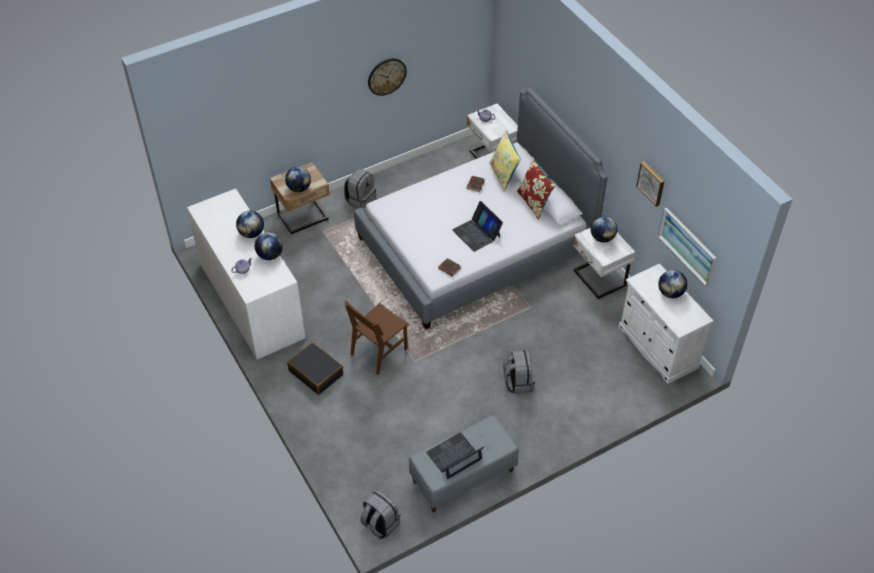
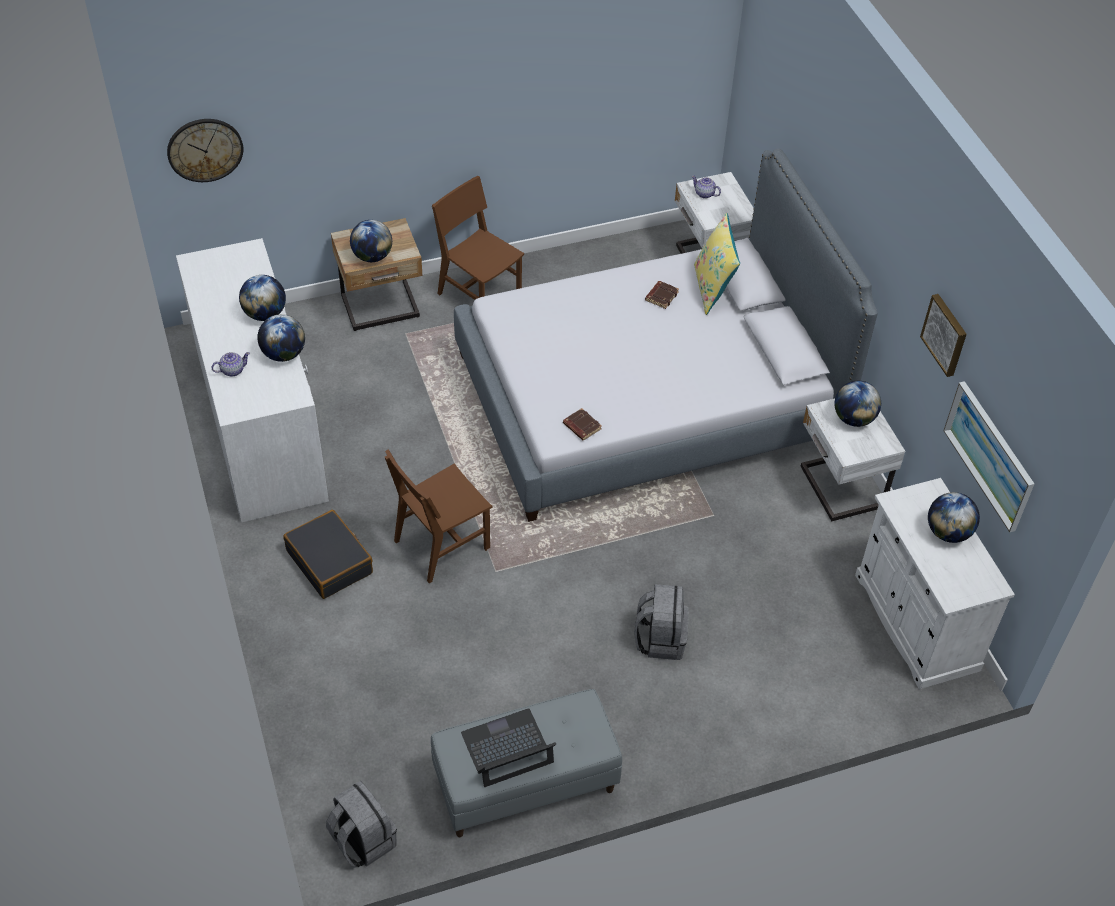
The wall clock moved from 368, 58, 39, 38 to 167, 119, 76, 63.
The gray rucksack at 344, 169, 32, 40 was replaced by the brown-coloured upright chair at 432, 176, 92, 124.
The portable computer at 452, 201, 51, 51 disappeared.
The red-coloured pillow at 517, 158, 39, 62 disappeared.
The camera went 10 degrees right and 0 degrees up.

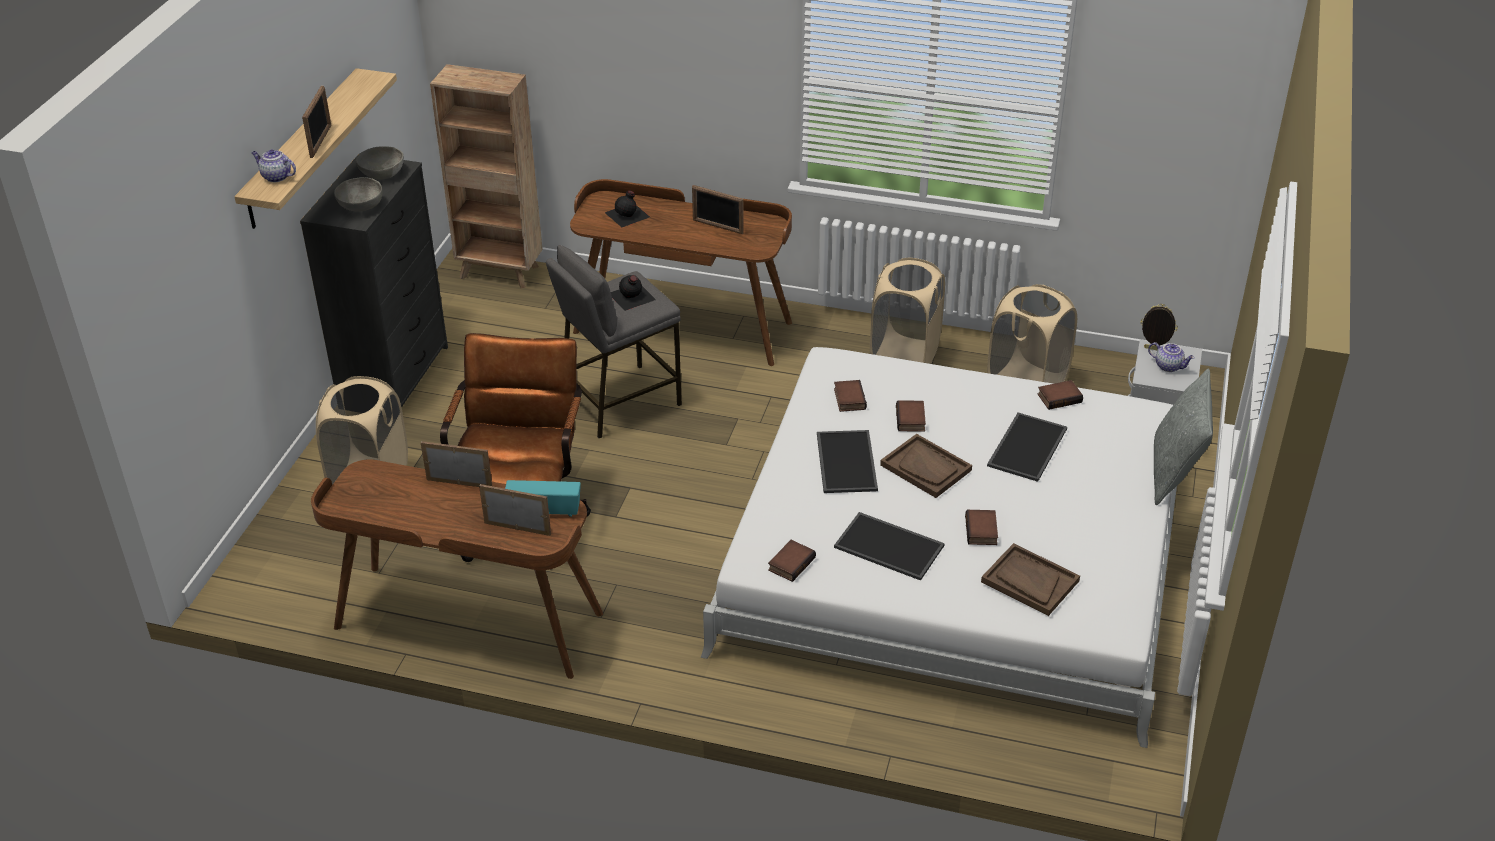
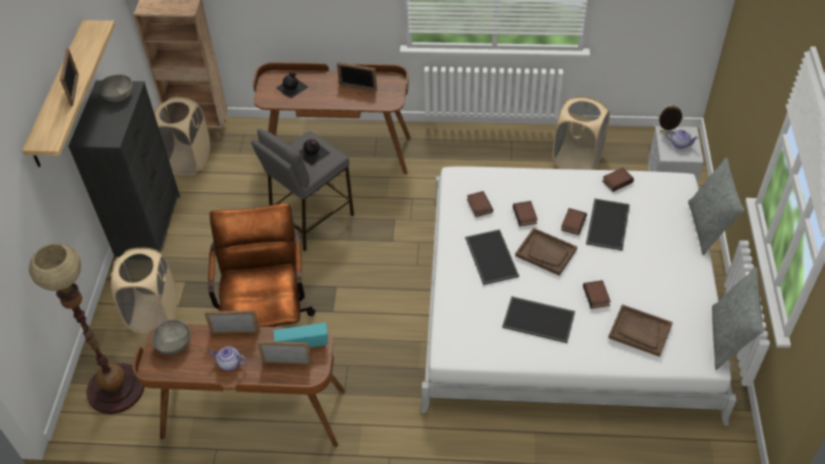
The standard lamp at 29, 243, 115, 171 appeared.
The gray serving bowl moved from 334, 177, 48, 35 to 152, 320, 39, 35.
The beige-coloured washing basket moved from 870, 258, 75, 106 to 154, 97, 56, 79.
The pot for tea moved from 251, 149, 45, 33 to 208, 346, 39, 25.
The bound book moved from 768, 540, 48, 42 to 561, 208, 26, 27.
The gray pillow at 712, 267, 52, 103 appeared.
The camera went 10 degrees left and 10 degrees up.

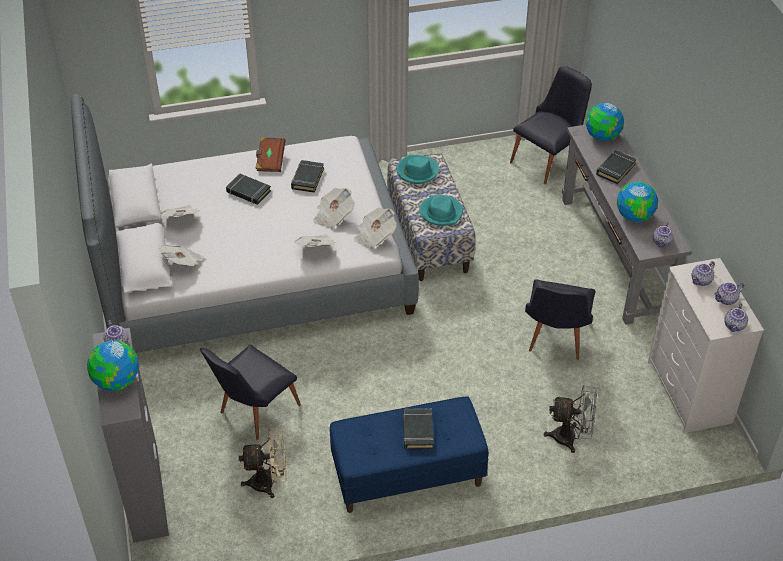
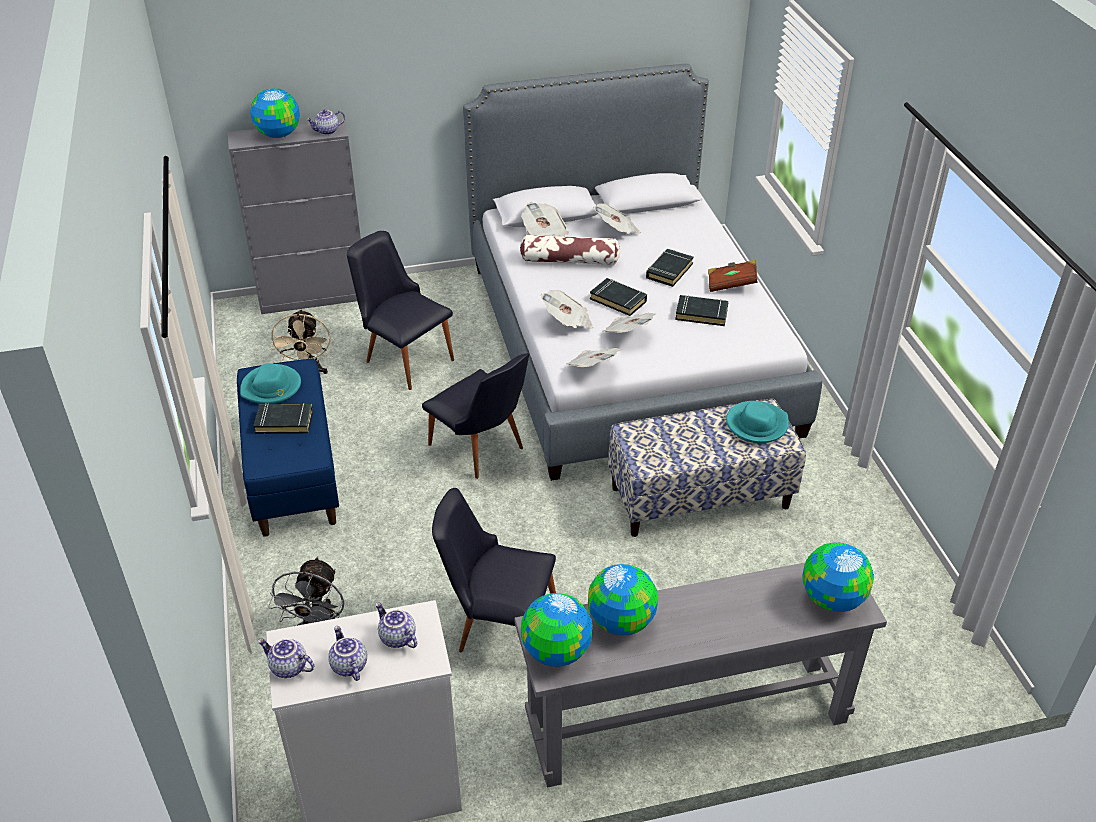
The turquoise-coloured hat moved from 419, 195, 44, 31 to 240, 363, 61, 41.
The blackish upright chair moved from 510, 66, 82, 118 to 422, 353, 107, 126.
The pillow at 520, 235, 100, 30 appeared.
The pot for tea at 653, 222, 21, 25 was replaced by the world globe at 521, 593, 71, 74.
The blackish bound book moved from 596, 150, 41, 34 to 590, 278, 57, 38.
The camera went 90 degrees right and 5 degrees down.

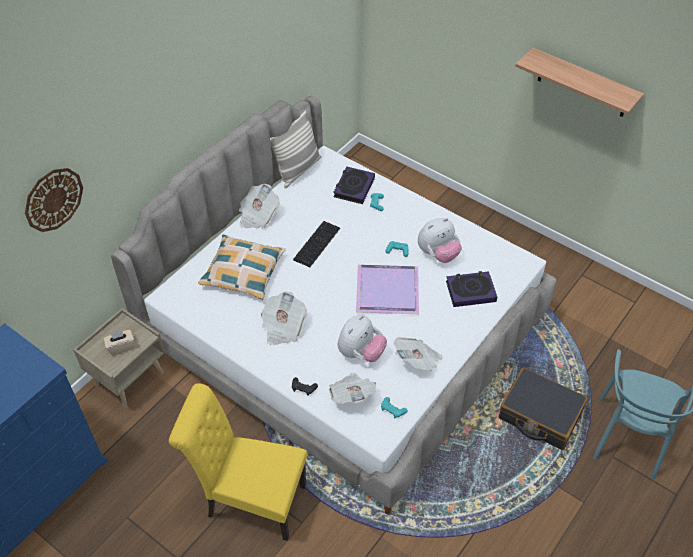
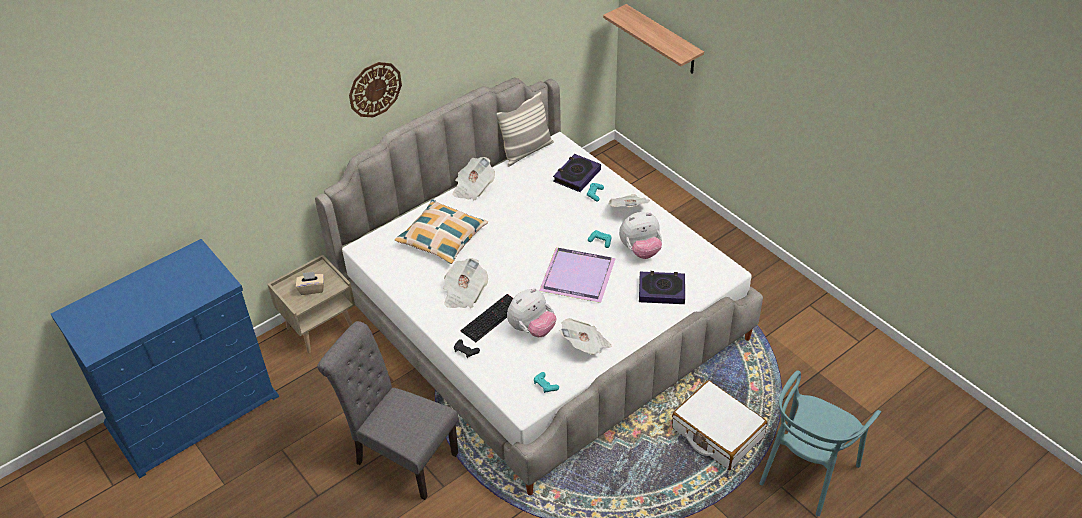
The yellow upright chair at 169, 383, 139, 158 became the gray upright chair at 317, 321, 141, 179.
The wall clock moved from 25, 168, 58, 64 to 349, 62, 53, 55.
The keyboard moved from 293, 221, 47, 46 to 461, 294, 52, 48.
The shelf moved from 515, 48, 129, 69 to 603, 4, 101, 70.
The newspaper moved from 329, 373, 47, 31 to 609, 194, 41, 13.
The blackish piece of luggage at 499, 367, 89, 83 became the white piece of luggage at 672, 380, 95, 90.
The camera went 15 degrees right and 5 degrees down.

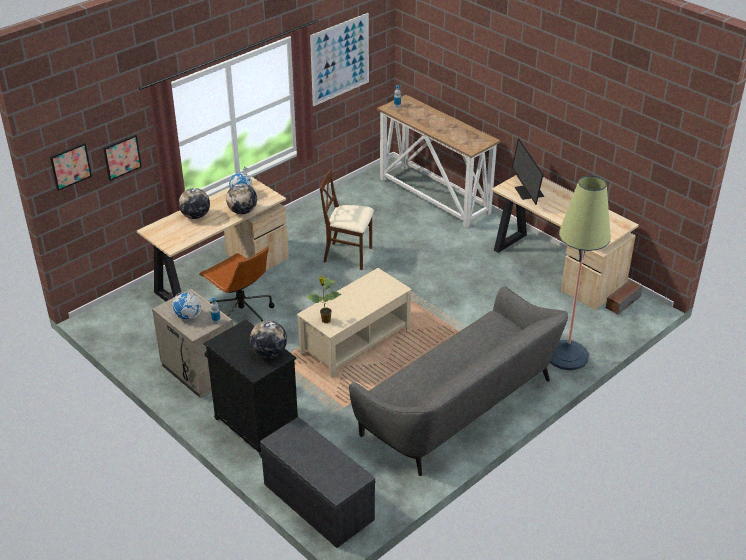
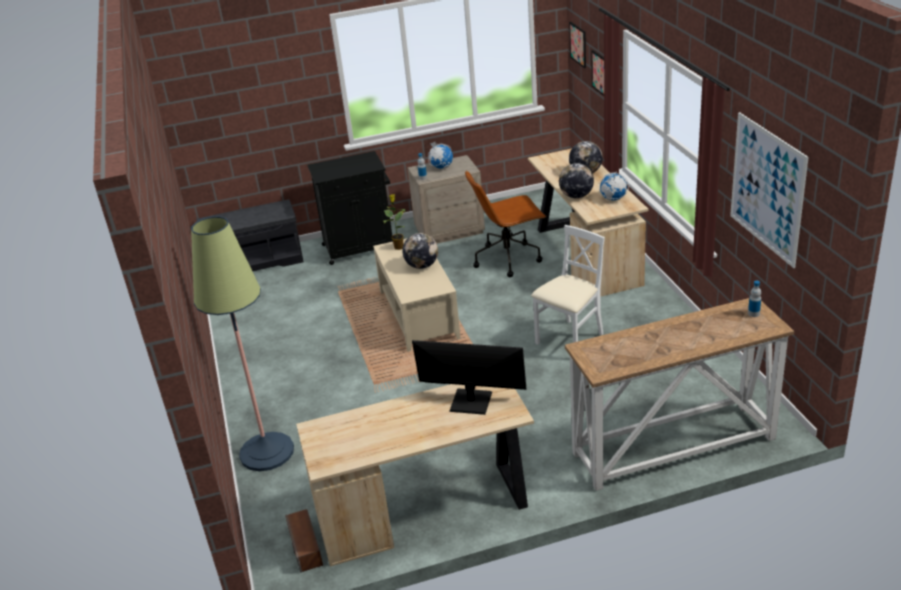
The world globe moved from 250, 320, 37, 38 to 402, 233, 36, 36.
The brown-coloured upright chair at 320, 169, 54, 101 became the white upright chair at 531, 225, 74, 120.
The gray couch at 349, 286, 219, 190 disappeared.
The camera went 120 degrees right and 5 degrees down.

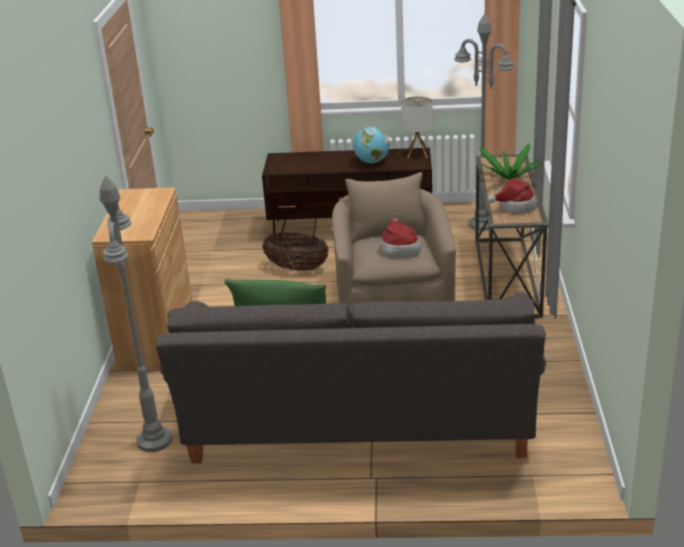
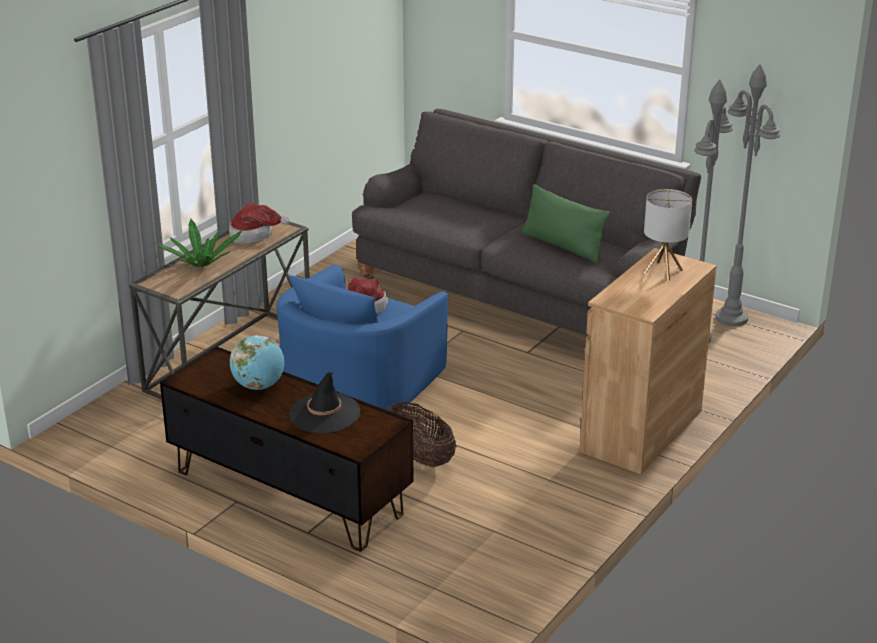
The beige-coloured armchair at 332, 172, 124, 133 became the blue armchair at 277, 264, 171, 148.
The blackish hat at 289, 372, 71, 62 appeared.
The tabletop lamp moved from 401, 96, 32, 62 to 643, 189, 49, 92.
The gray standard lamp moved from 454, 13, 61, 218 to 716, 64, 64, 263.
The camera went 150 degrees left and 0 degrees up.

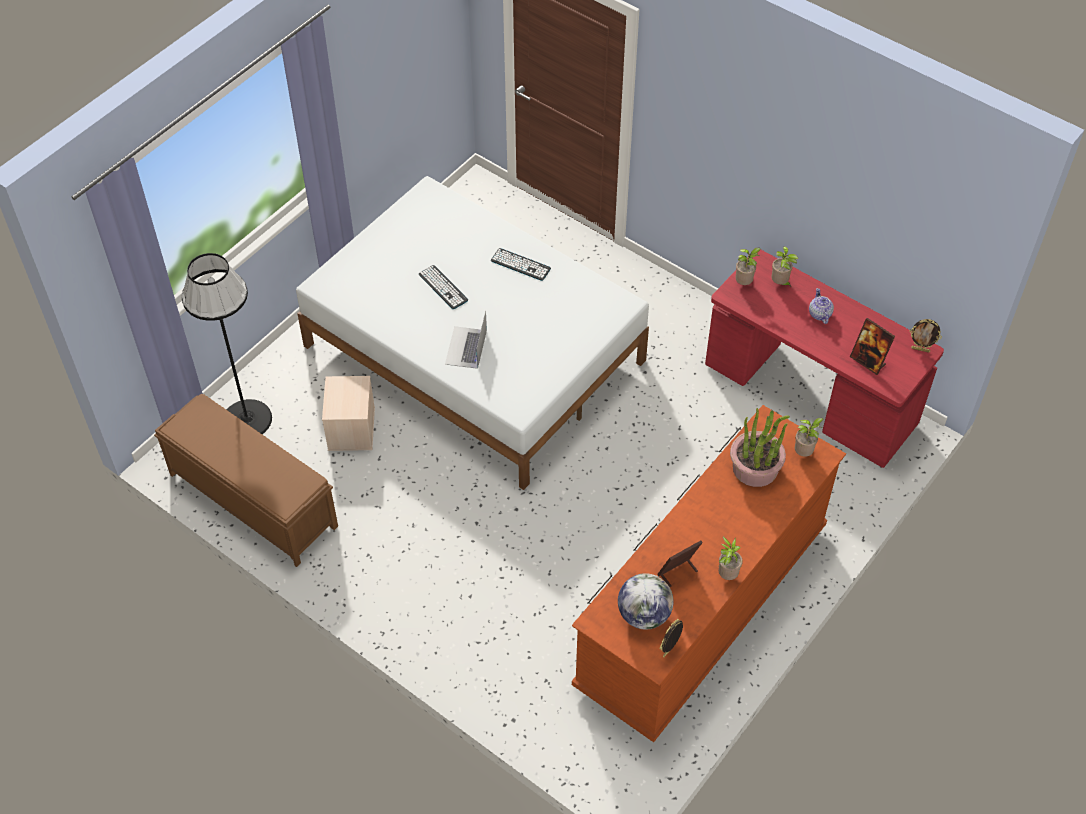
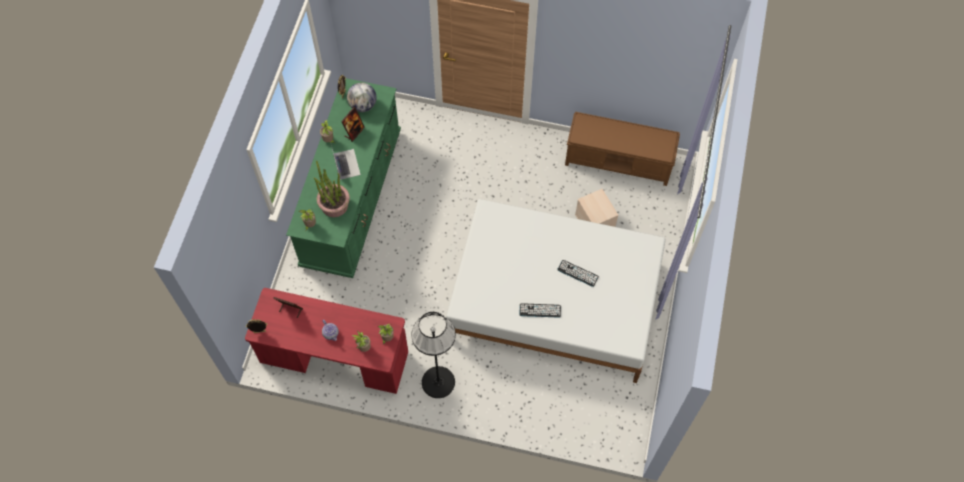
The brown-coloured drawer chest at 572, 405, 274, 337 became the green drawer chest at 286, 78, 115, 200.
The portable computer moved from 445, 310, 42, 59 to 331, 145, 30, 35.
The blackish standard lamp moved from 182, 253, 90, 181 to 411, 312, 45, 86.
The camera went 155 degrees right and 10 degrees up.

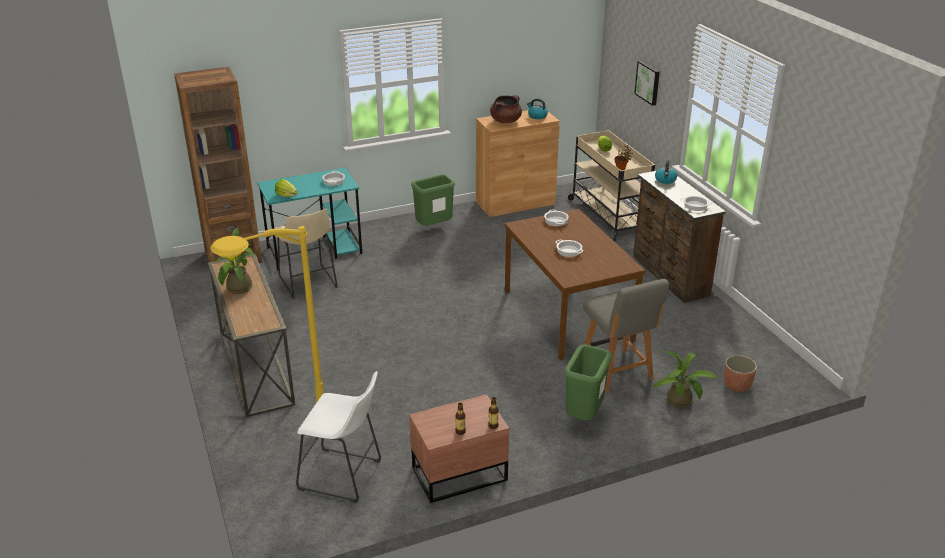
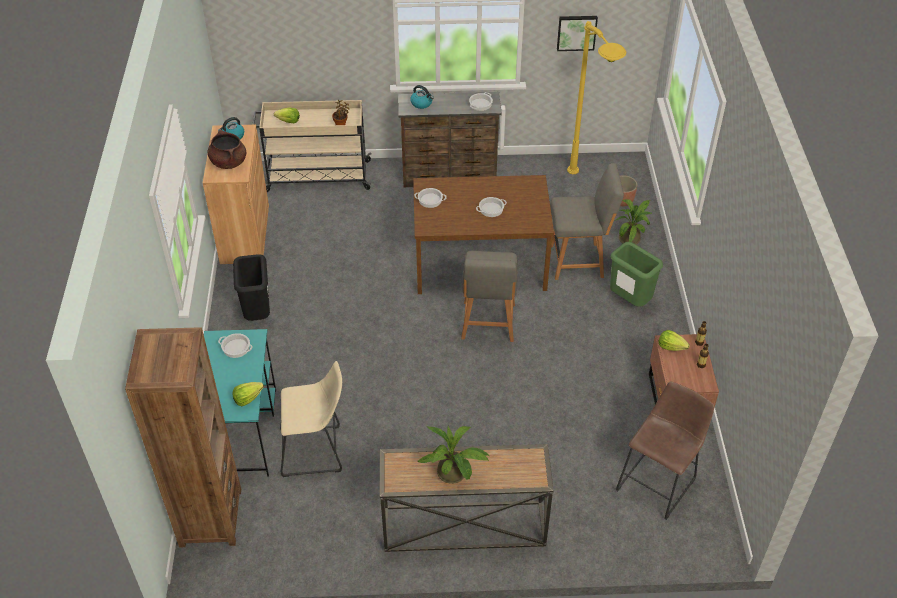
The green trash can at 411, 174, 44, 52 became the blackish trash can at 233, 254, 37, 67.
The gray upright chair at 461, 251, 56, 91 appeared.
The wall art moved from 634, 61, 26, 45 to 557, 16, 41, 35.
The yellow standard lamp moved from 210, 226, 114, 177 to 567, 21, 60, 153.
The white sitting stool at 296, 371, 85, 132 became the brown-coloured sitting stool at 616, 381, 98, 139.
The lettuce at 658, 330, 32, 21 appeared.
The camera went 70 degrees left and 15 degrees up.

